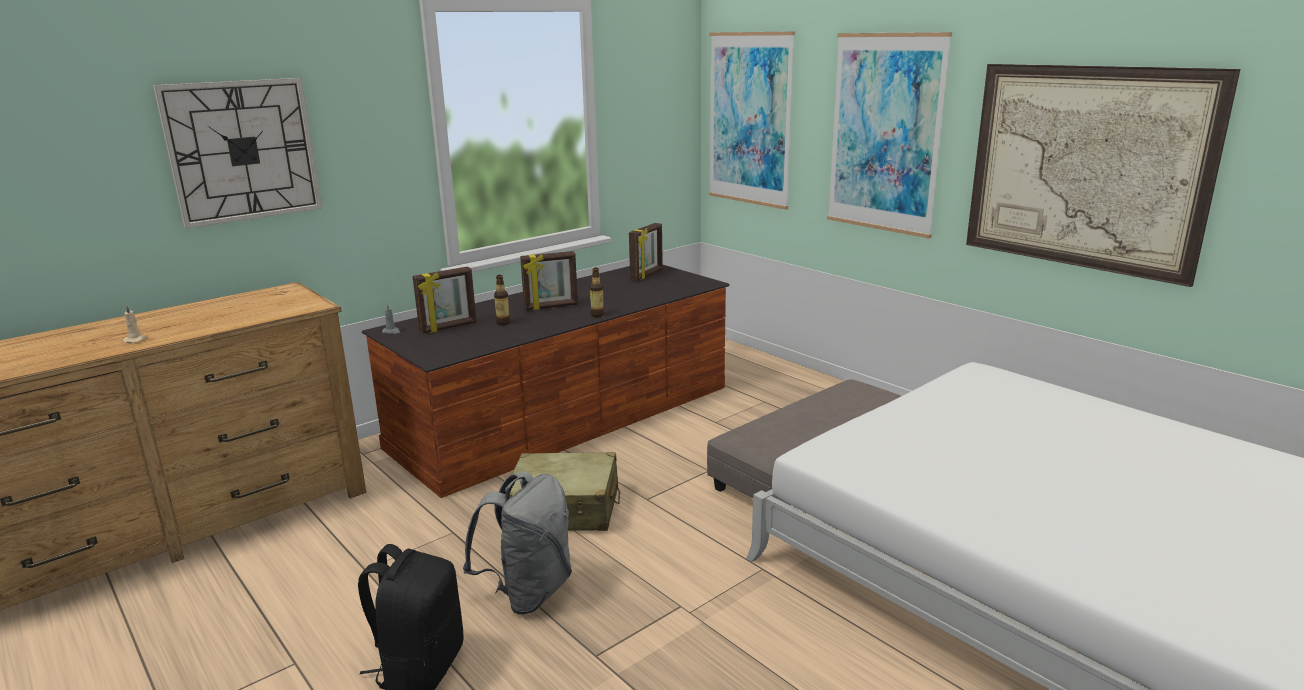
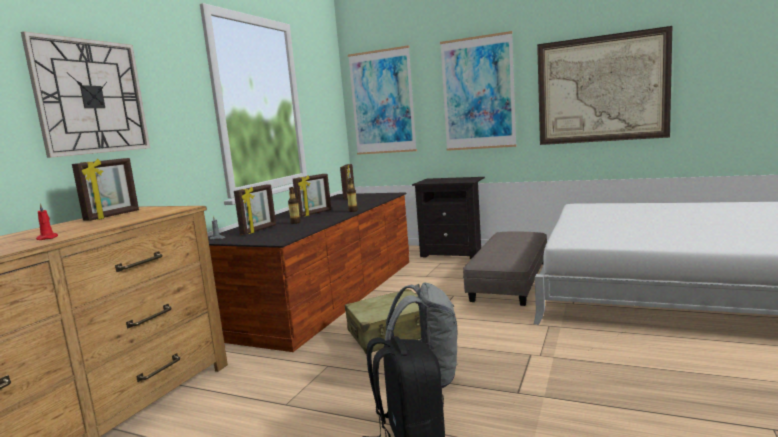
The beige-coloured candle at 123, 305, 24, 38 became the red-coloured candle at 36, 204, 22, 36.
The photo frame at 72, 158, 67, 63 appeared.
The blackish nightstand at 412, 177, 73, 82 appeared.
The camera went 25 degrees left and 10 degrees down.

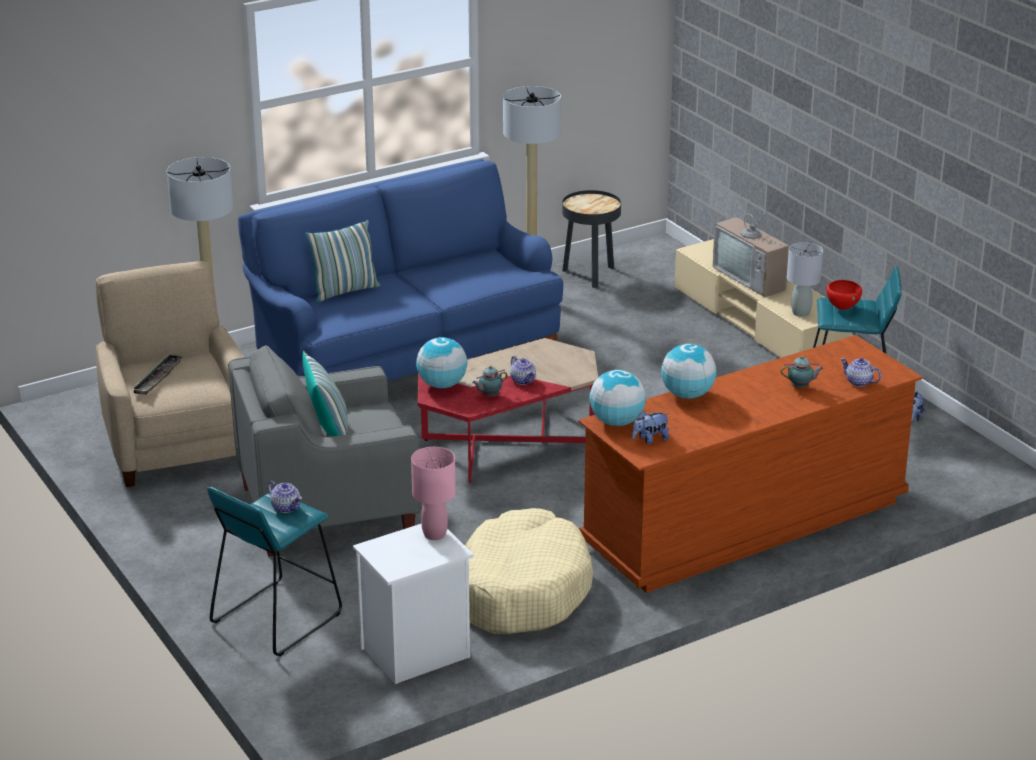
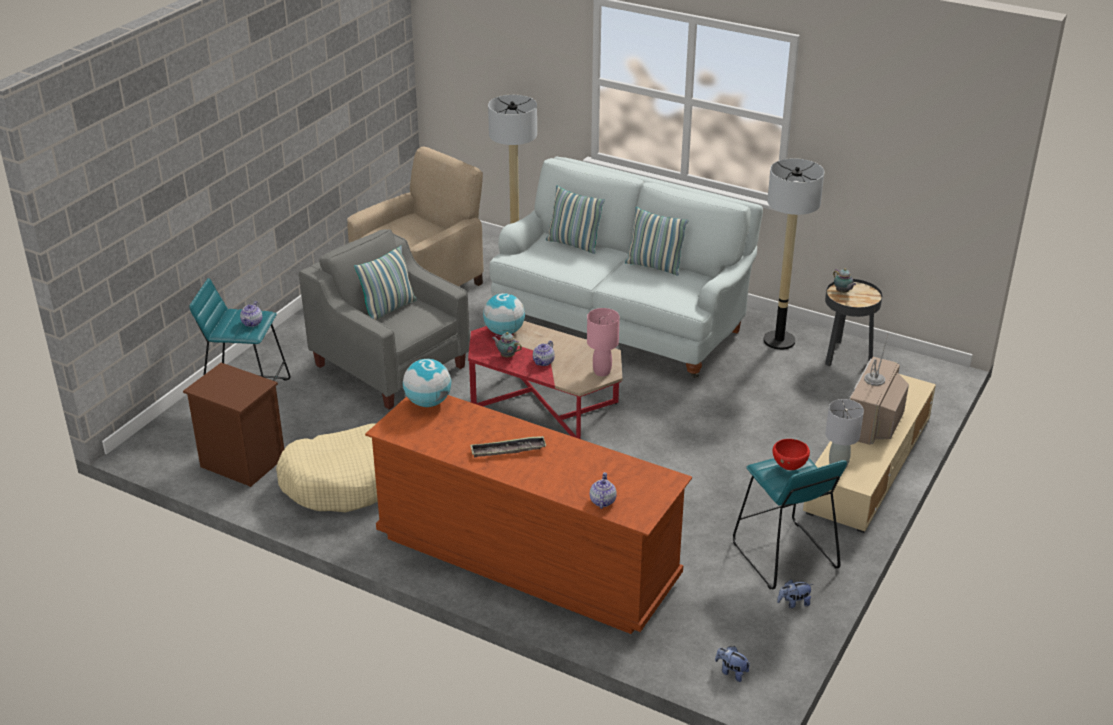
The white nightstand at 353, 524, 121, 160 became the brown-coloured nightstand at 183, 363, 101, 124.
The carrying tray moved from 131, 354, 52, 41 to 470, 436, 76, 21.
The blue couch at 238, 159, 325, 222 became the white couch at 489, 157, 274, 221.
The pink tabletop lamp moved from 411, 447, 45, 93 to 587, 308, 33, 68.
The pillow at 625, 207, 64, 69 appeared.
The cuddly toy moved from 632, 411, 37, 33 to 715, 646, 36, 36.
The pot for tea moved from 781, 355, 43, 33 to 833, 268, 23, 25.
The world globe at 661, 344, 55, 55 disappeared.
The camera went 60 degrees right and 5 degrees up.

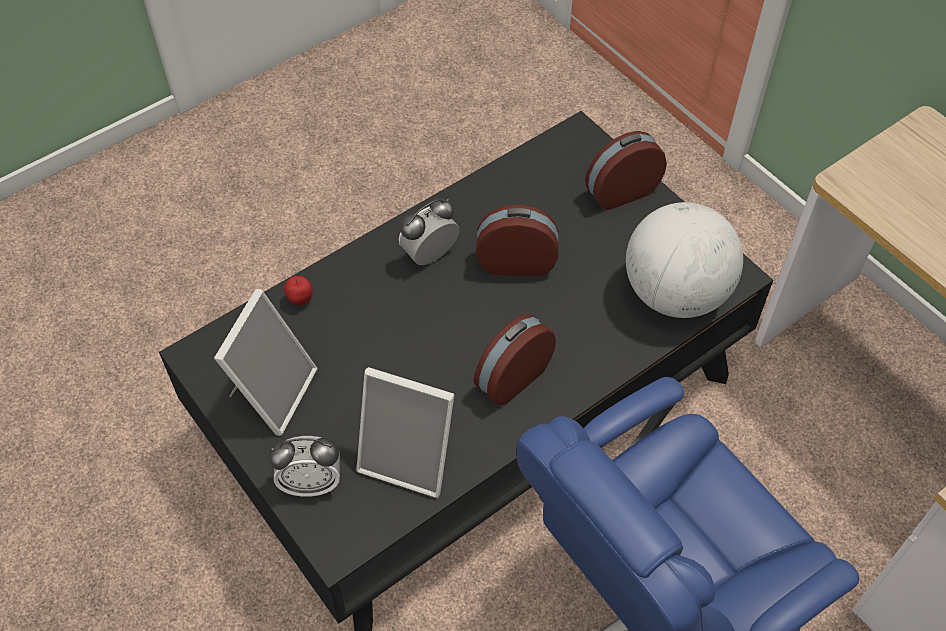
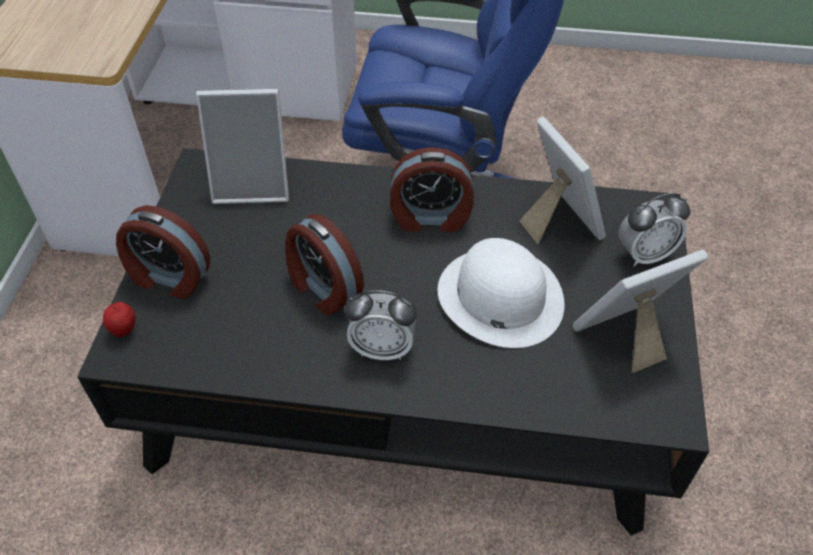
The apple fruit moved from 284, 276, 29, 29 to 103, 302, 32, 36.
The world globe at 626, 202, 117, 116 was replaced by the photo frame at 196, 89, 93, 115.
The white hat at 438, 238, 127, 110 appeared.
The bedside clock at 268, 436, 72, 61 turned 120 degrees clockwise.
The camera went 135 degrees left and 5 degrees down.

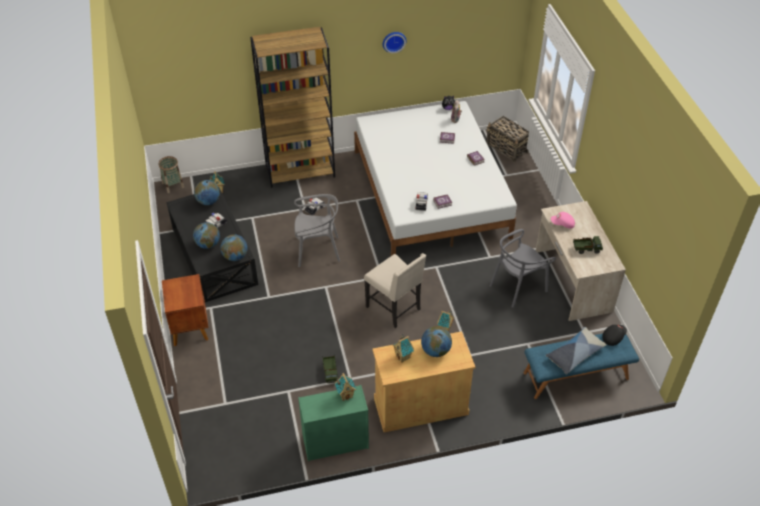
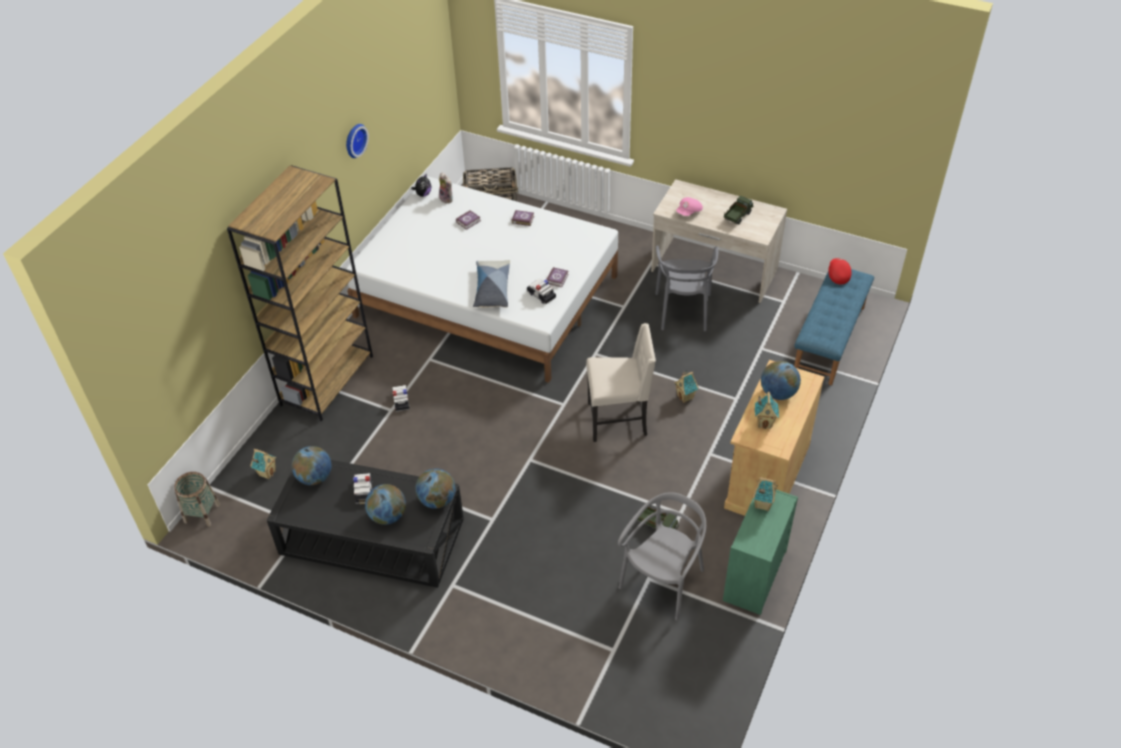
The pillow moved from 546, 327, 61, 47 to 473, 260, 37, 48.
The gray upright chair moved from 294, 194, 46, 73 to 618, 492, 88, 129.
The blackish peaked cap at 602, 325, 25, 21 became the red-coloured peaked cap at 828, 258, 23, 27.
The brown-coloured nightstand at 162, 274, 47, 72 disappeared.
The camera went 50 degrees left and 0 degrees up.

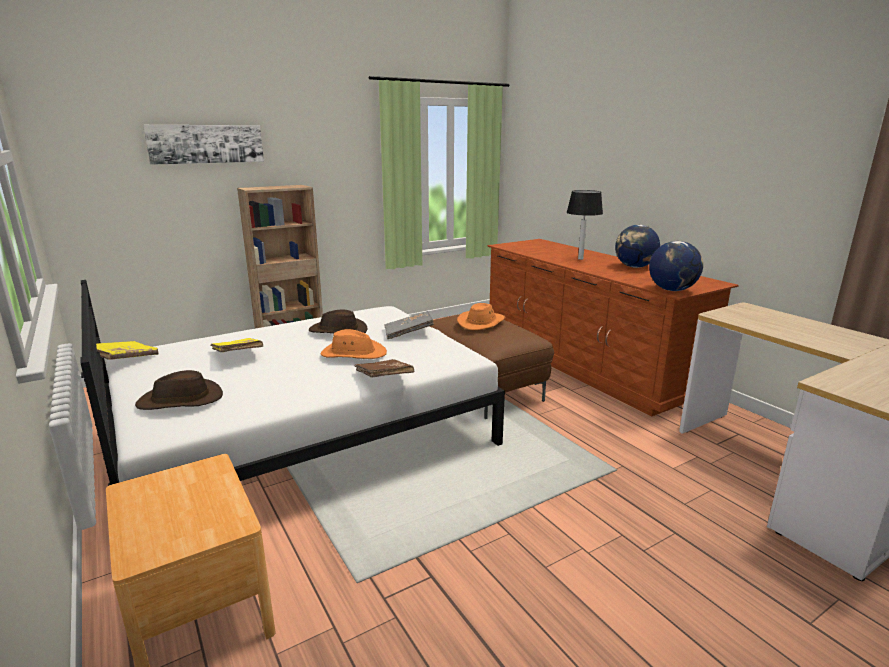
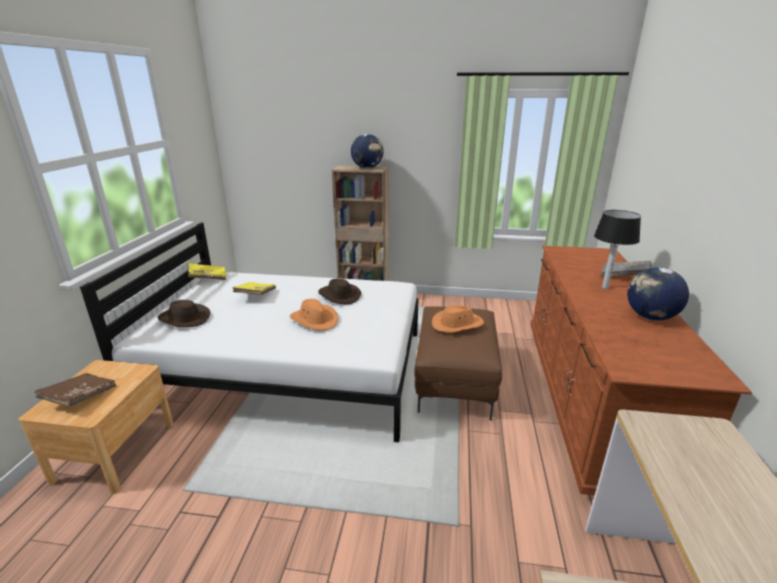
The brown-coloured bound book moved from 355, 359, 59, 19 to 34, 373, 82, 34.
The world globe moved from 649, 241, 54, 50 to 351, 134, 33, 35.
The gray bound book moved from 385, 311, 49, 28 to 601, 261, 50, 15.
The wall art at 143, 125, 121, 40 disappeared.
The camera went 40 degrees right and 5 degrees up.

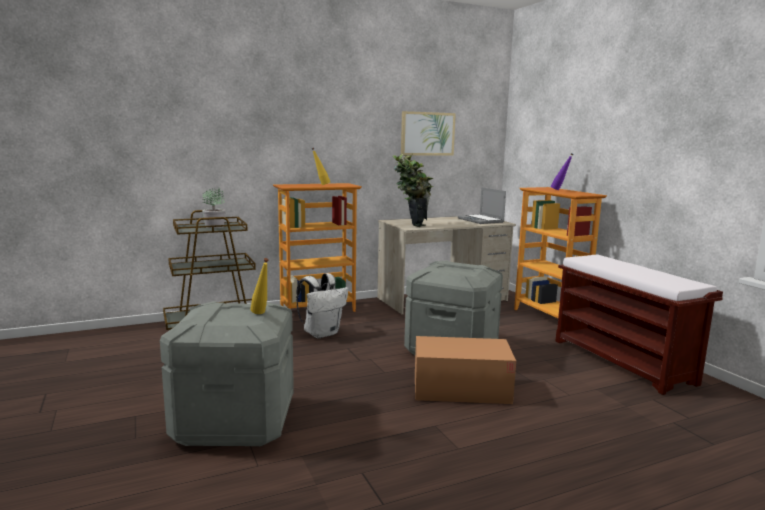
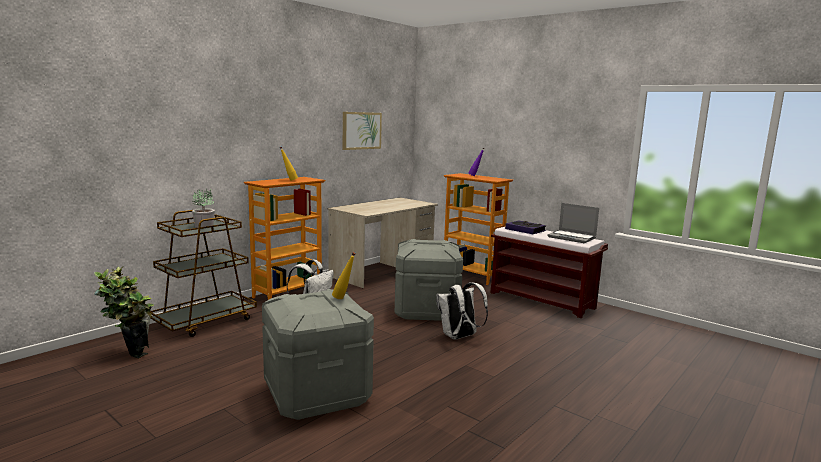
The potted plant moved from 393, 154, 40, 73 to 94, 267, 60, 91.
The cardboard box at 415, 336, 101, 68 was replaced by the white rucksack at 436, 282, 52, 58.
The bound book at 505, 220, 41, 14 appeared.
The portable computer moved from 458, 187, 48, 37 to 547, 203, 52, 40.
The camera went 25 degrees left and 0 degrees up.

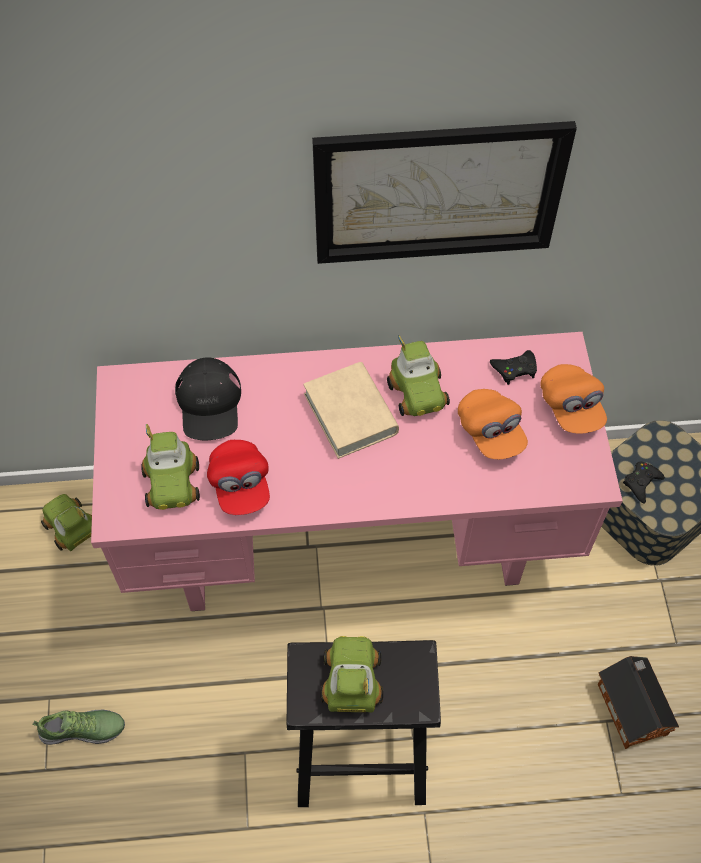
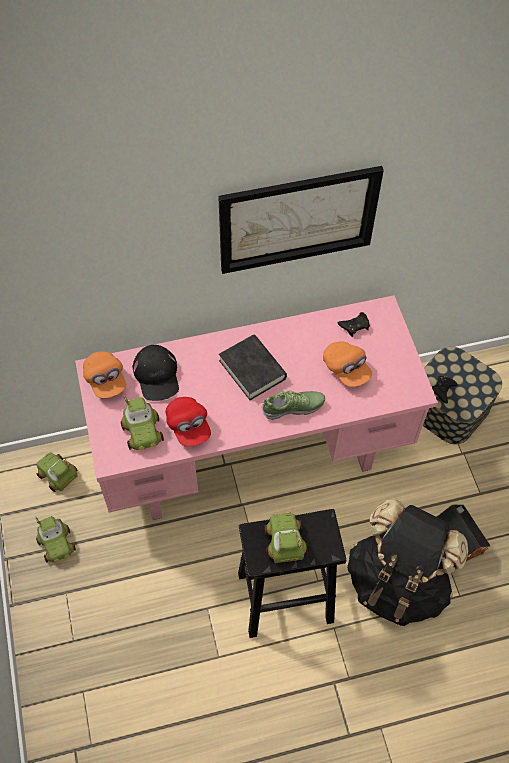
The model car moved from 387, 335, 63, 81 to 35, 516, 41, 46.
The orangey peaked cap moved from 540, 364, 67, 70 to 83, 351, 43, 47.
The beige-coloured bound book at 303, 362, 96, 97 became the blackish bound book at 219, 334, 68, 66.
The item of footwear moved from 33, 710, 92, 35 to 262, 391, 63, 29.
The blackish rucksack at 347, 499, 121, 127 appeared.
The camera went 10 degrees left and 0 degrees up.

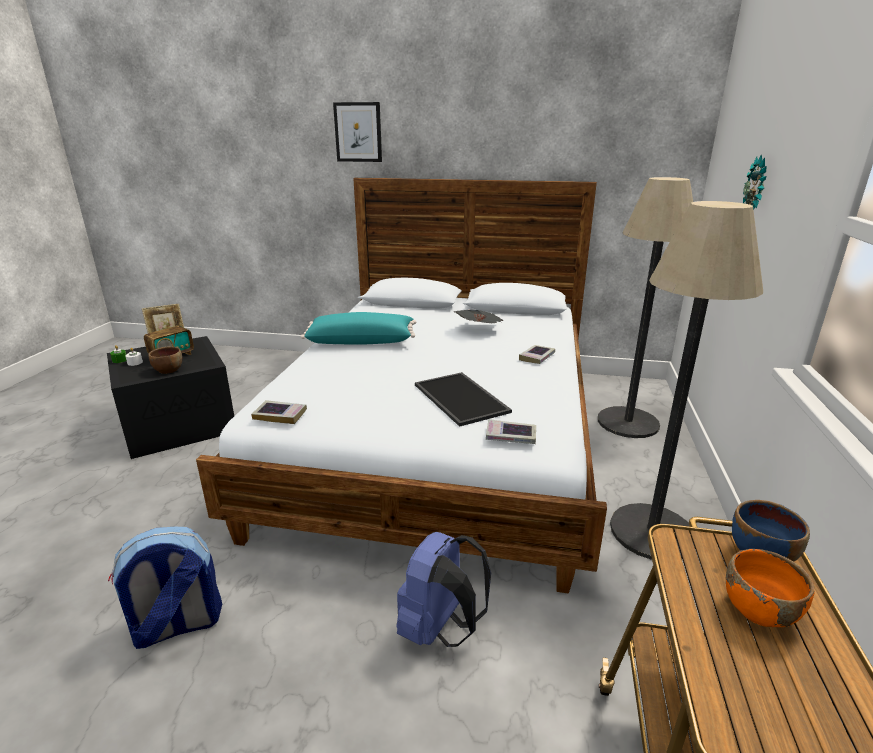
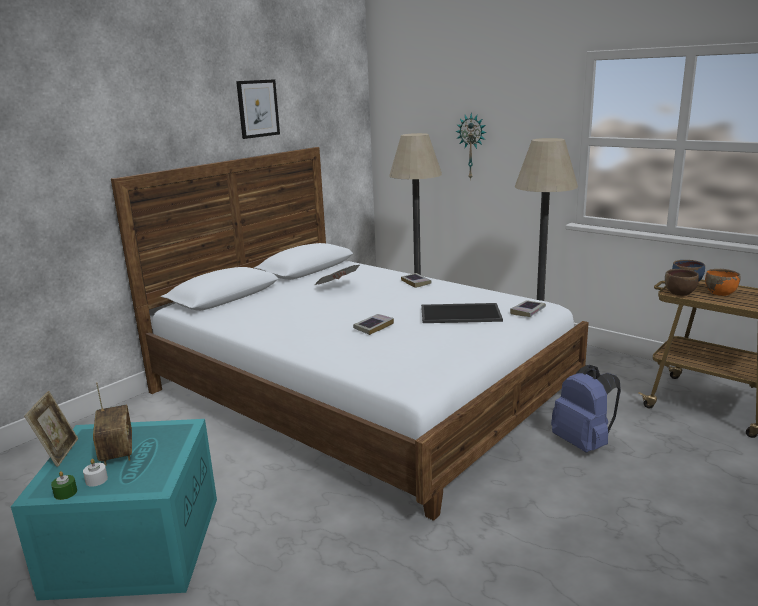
The blackish storage box at 107, 336, 127, 123 became the turquoise-coloured storage box at 11, 419, 206, 182.
The wall art moved from 333, 102, 49, 60 to 236, 79, 44, 60.
The bound book moved from 251, 400, 56, 24 to 353, 314, 41, 21.
The brown-coloured serving bowl moved from 148, 346, 34, 28 to 665, 269, 34, 27.
The rucksack at 108, 527, 114, 122 disappeared.
The turquoise-coloured pillow at 300, 312, 116, 33 disappeared.
The camera went 60 degrees left and 5 degrees down.

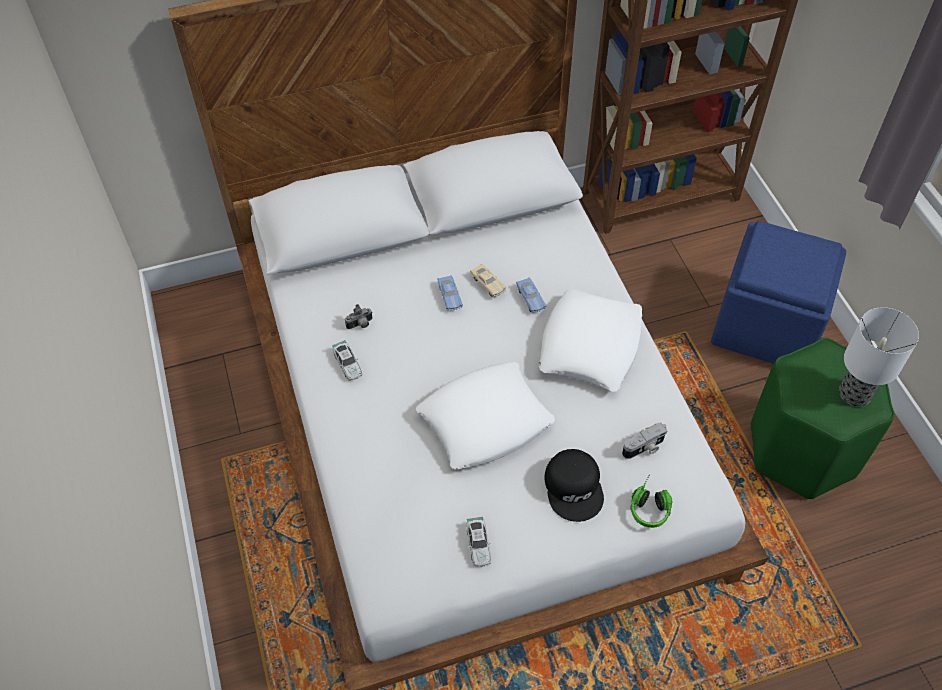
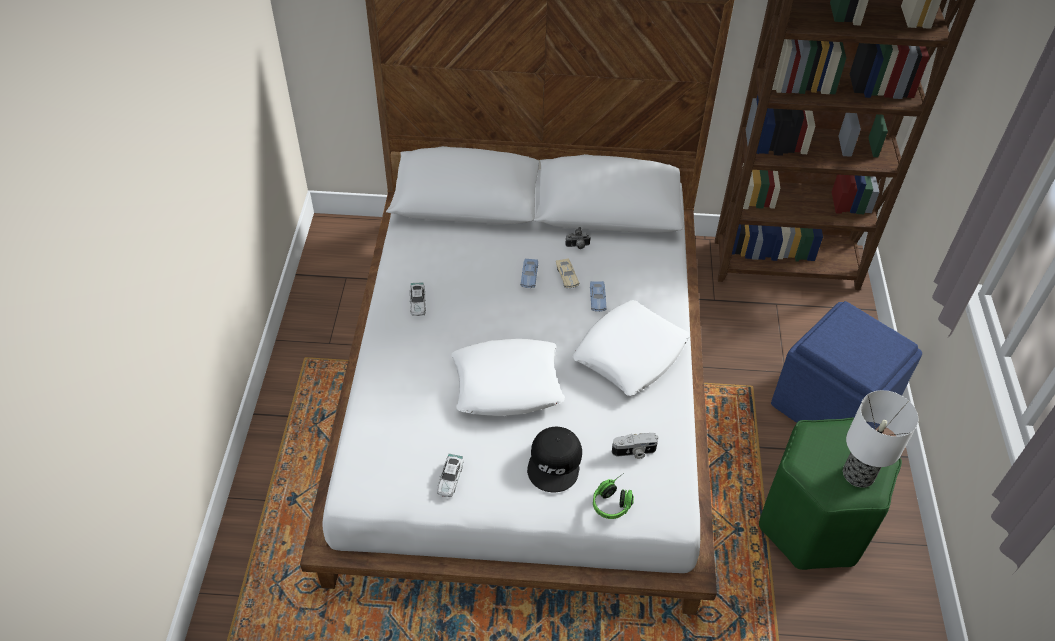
The photo camera moved from 345, 304, 28, 25 to 565, 227, 26, 22.
The camera went 20 degrees right and 5 degrees down.

